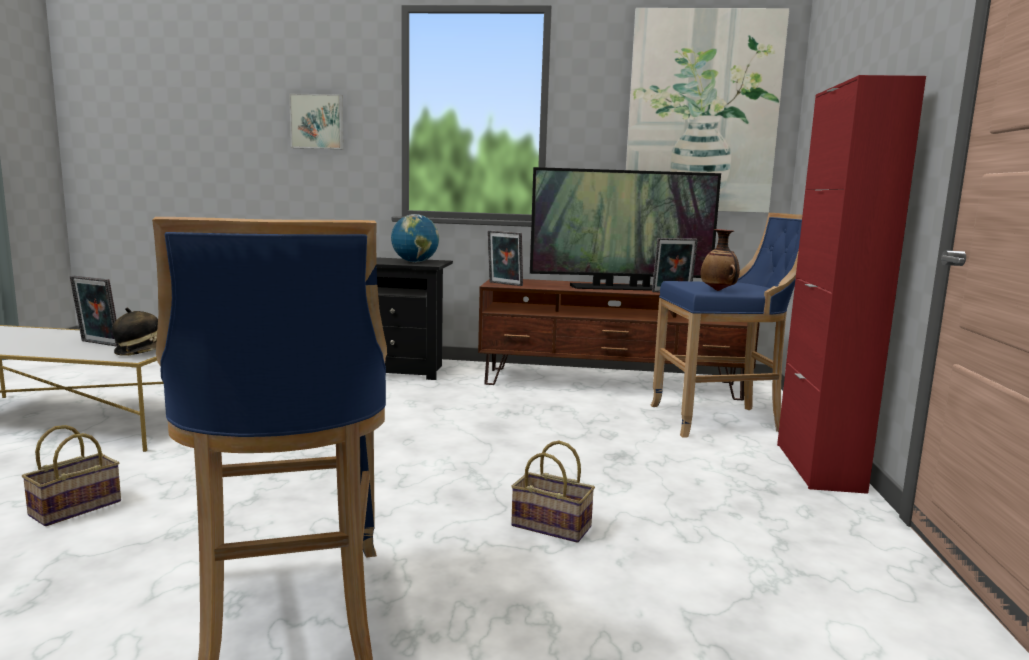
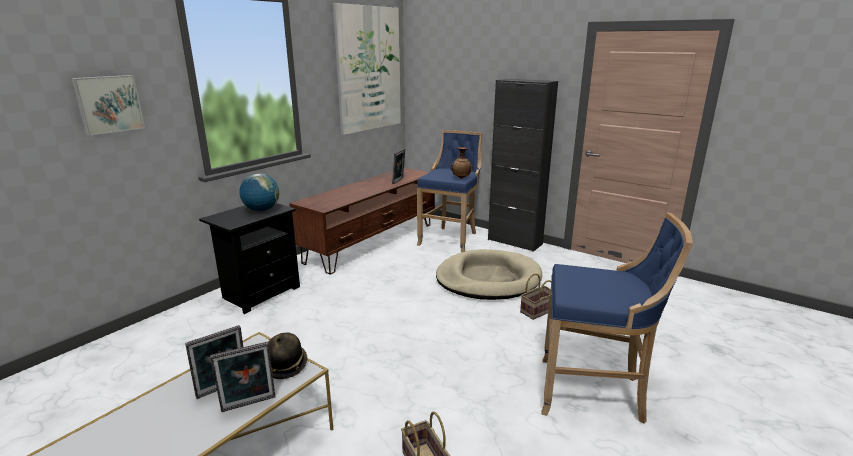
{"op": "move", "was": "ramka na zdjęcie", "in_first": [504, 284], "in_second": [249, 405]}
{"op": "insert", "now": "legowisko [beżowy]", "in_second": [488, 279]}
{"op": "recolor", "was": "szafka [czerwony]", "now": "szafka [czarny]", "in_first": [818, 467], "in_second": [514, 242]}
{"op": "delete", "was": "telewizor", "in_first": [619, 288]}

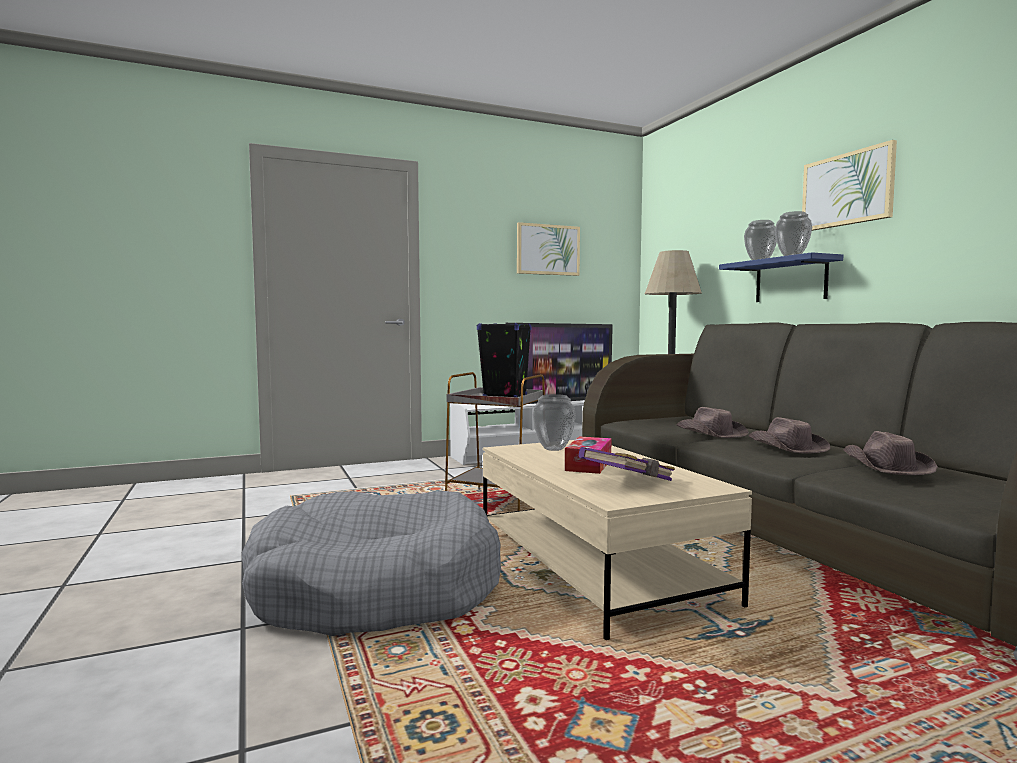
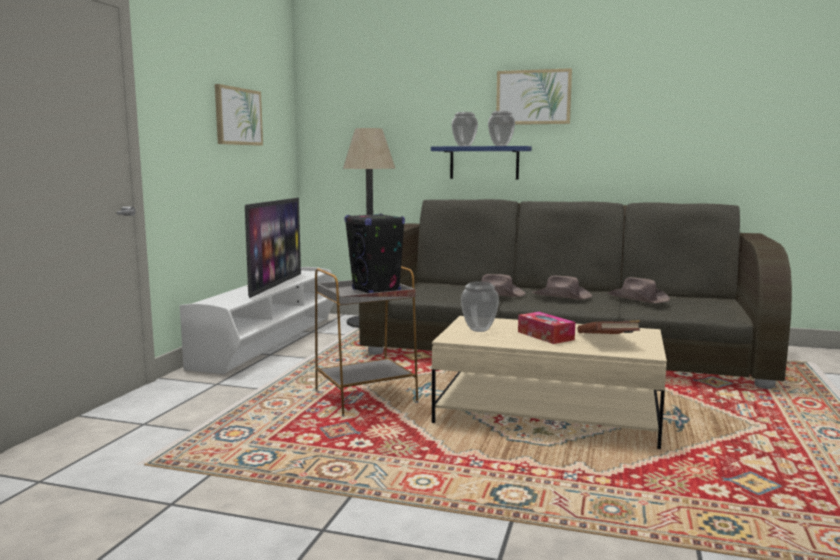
{"op": "recolor", "was": "książka [fioletowy]", "now": "książka [brązowy]", "in_first": [628, 482], "in_second": [608, 341]}
{"op": "delete", "was": "legowisko [szary]", "in_first": [375, 590]}

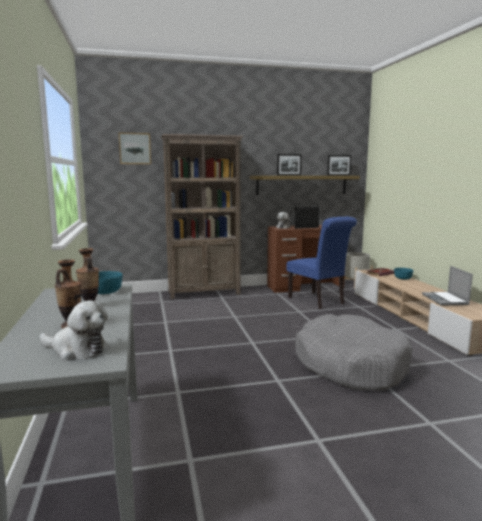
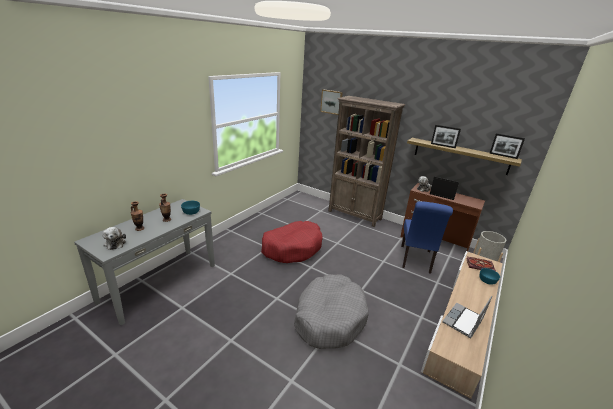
{"op": "insert", "now": "legowisko [czerwony]", "in_second": [292, 248]}

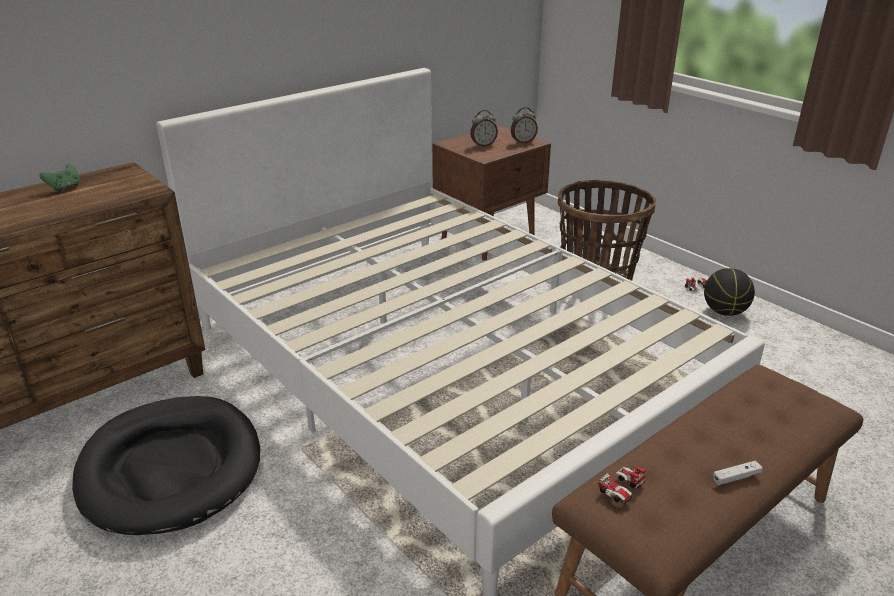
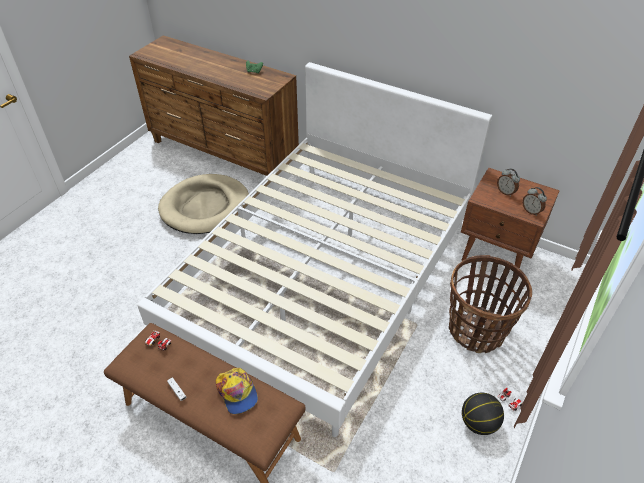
{"op": "recolor", "was": "legowisko [czarny]", "now": "legowisko [beżowy]", "in_first": [171, 468], "in_second": [205, 207]}
{"op": "insert", "now": "czapka z daszkiem", "in_second": [237, 393]}

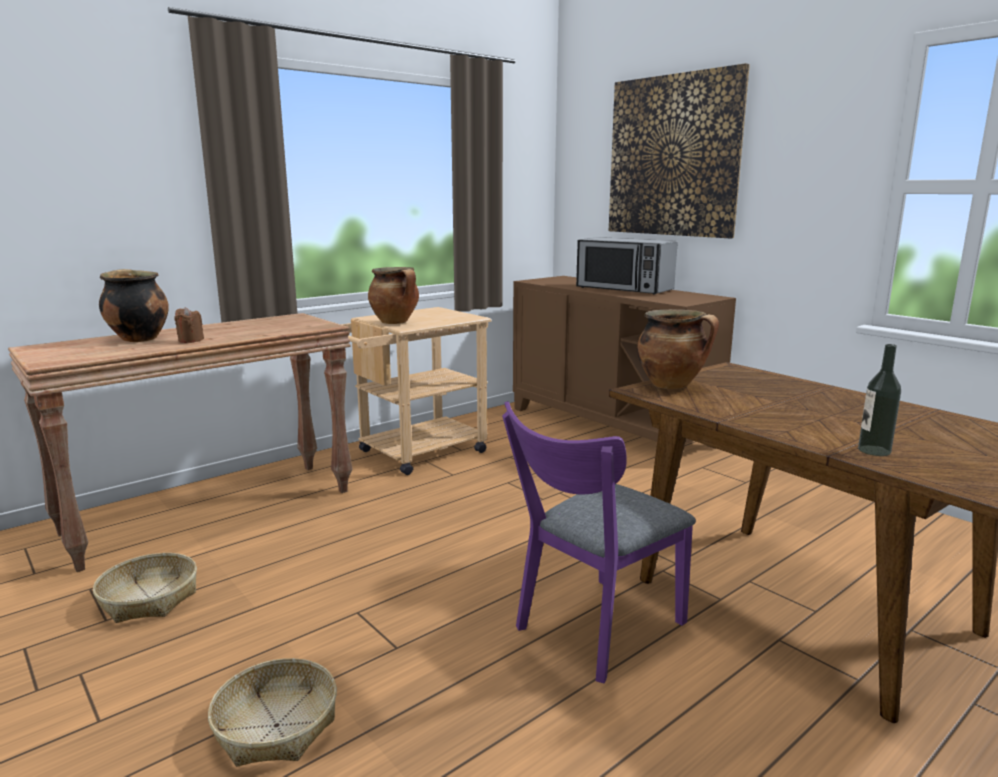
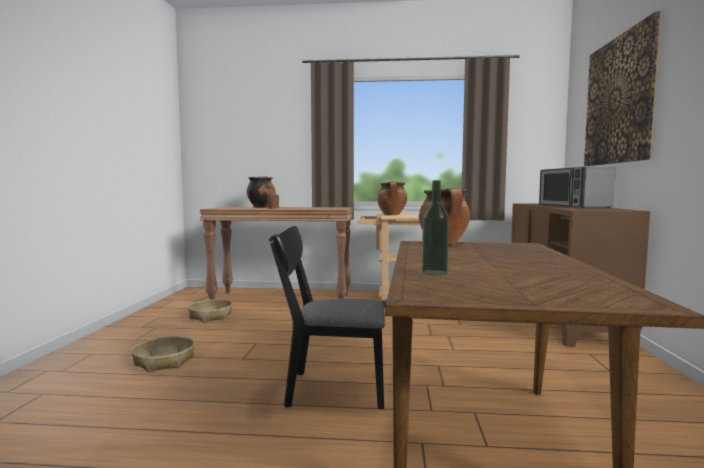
{"op": "recolor", "was": "krzesło [fioletowy]", "now": "krzesło [czarny]", "in_first": [593, 630], "in_second": [328, 389]}

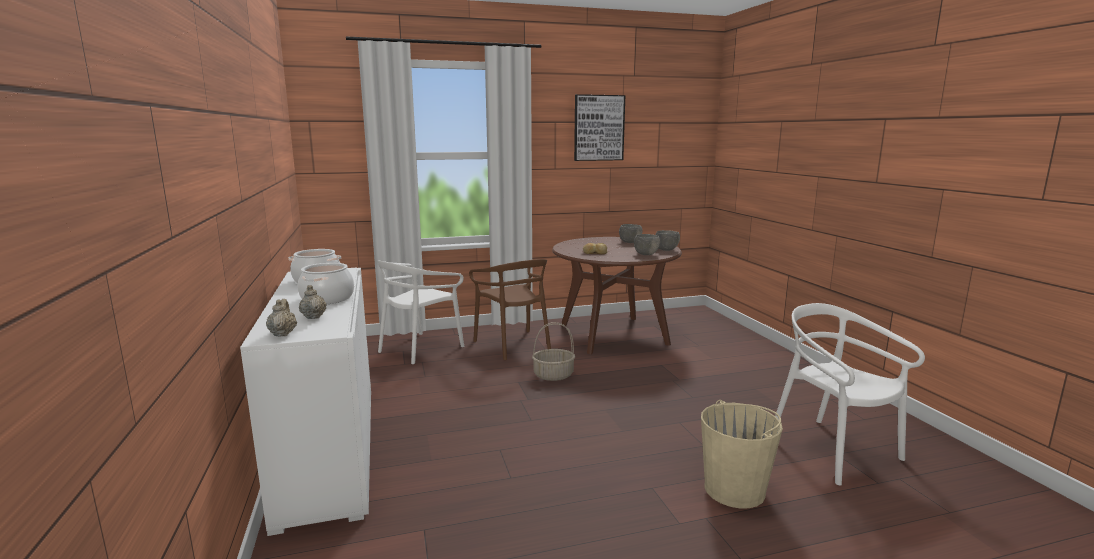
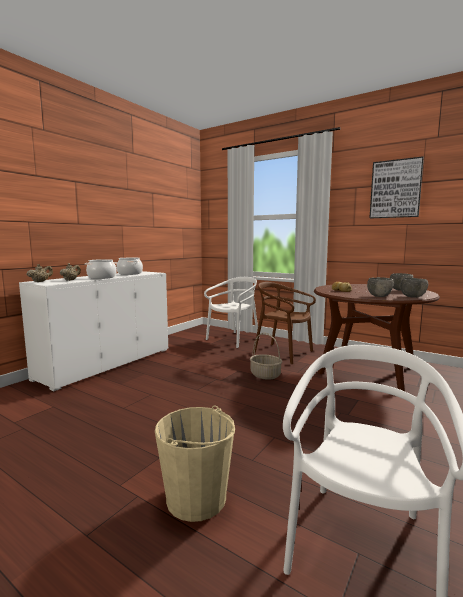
{"op": "rotate", "was": "krzesło [biały]", "in_first": [420, 348], "in_second": [233, 339], "clockwise": 135}
{"op": "rotate", "was": "krzesło [brązowy]", "in_first": [513, 345], "in_second": [283, 353], "clockwise": 105}

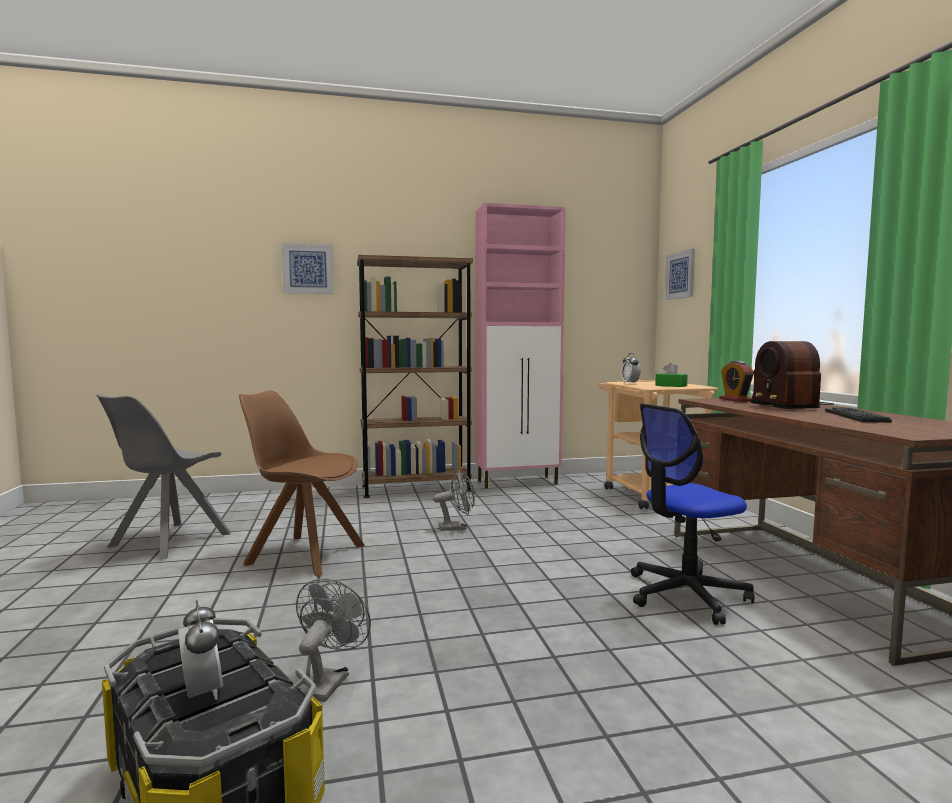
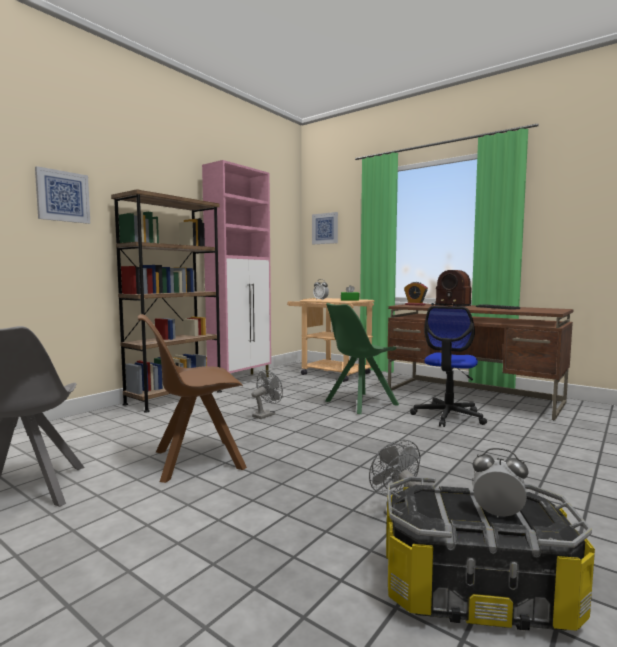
{"op": "insert", "now": "krzesło [zielony]", "in_second": [359, 403]}

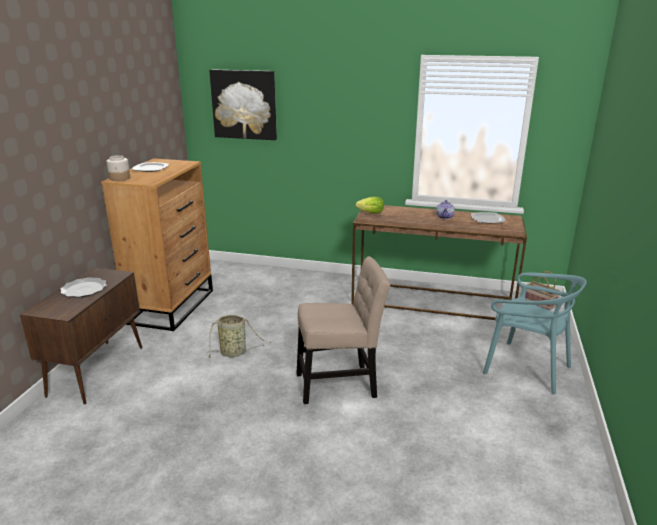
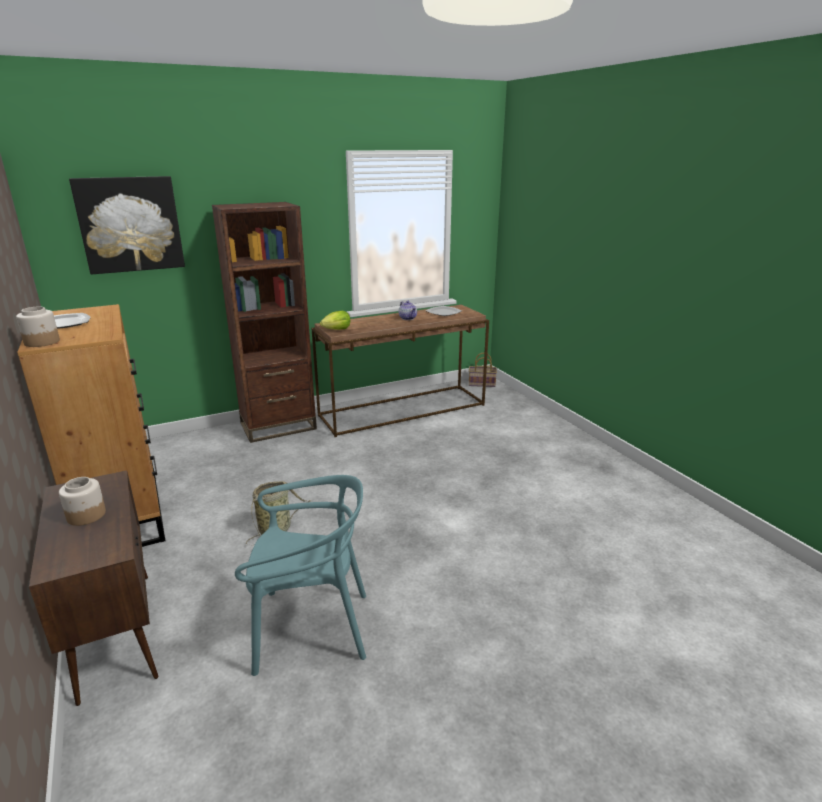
{"op": "replace", "was": "talerz", "now": "słoik", "in_first": [84, 289], "in_second": [86, 515]}
{"op": "insert", "now": "regał [brązowy]", "in_second": [278, 426]}
{"op": "move", "was": "krzesło [turkusowy]", "in_first": [526, 368], "in_second": [311, 628]}
{"op": "delete", "was": "krzesło [beżowy]", "in_first": [340, 384]}

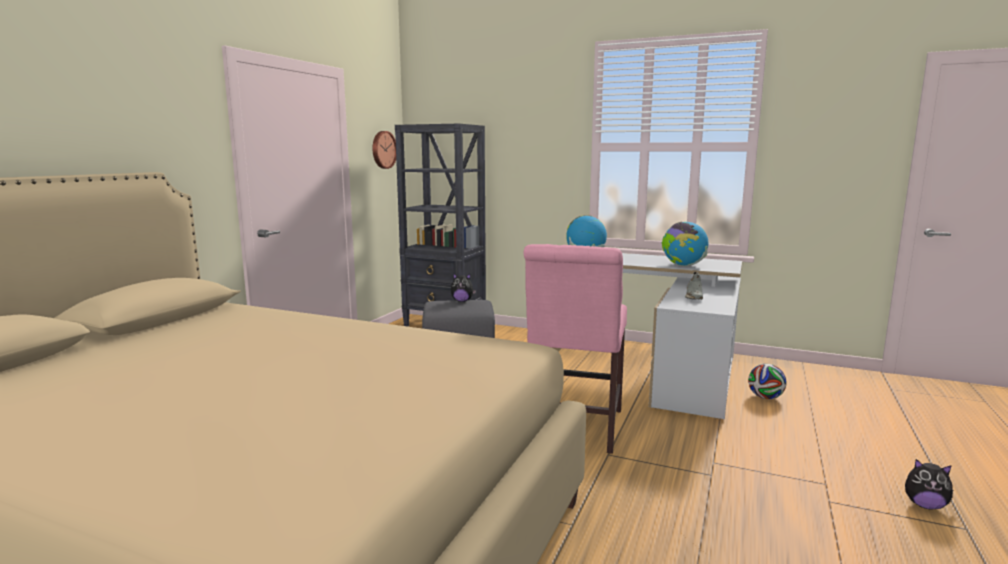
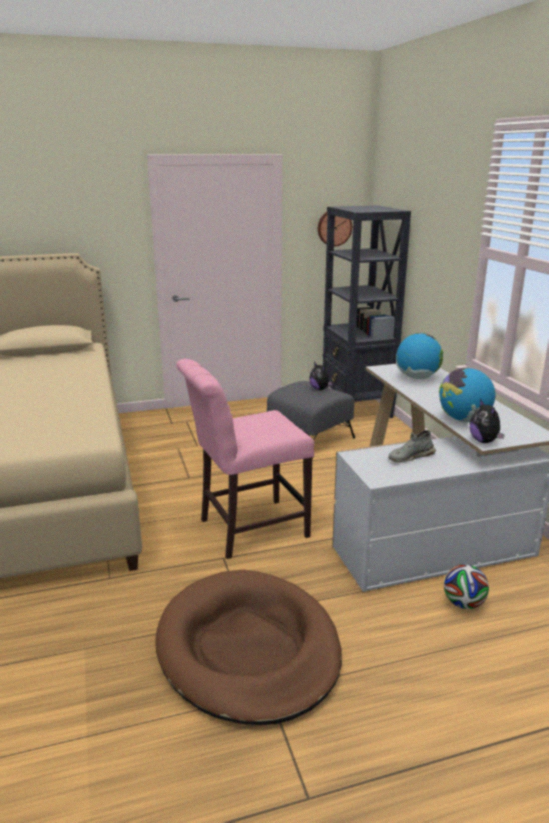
{"op": "insert", "now": "legowisko [brązowy]", "in_second": [248, 649]}
{"op": "move", "was": "pluszak", "in_first": [925, 505], "in_second": [484, 441]}

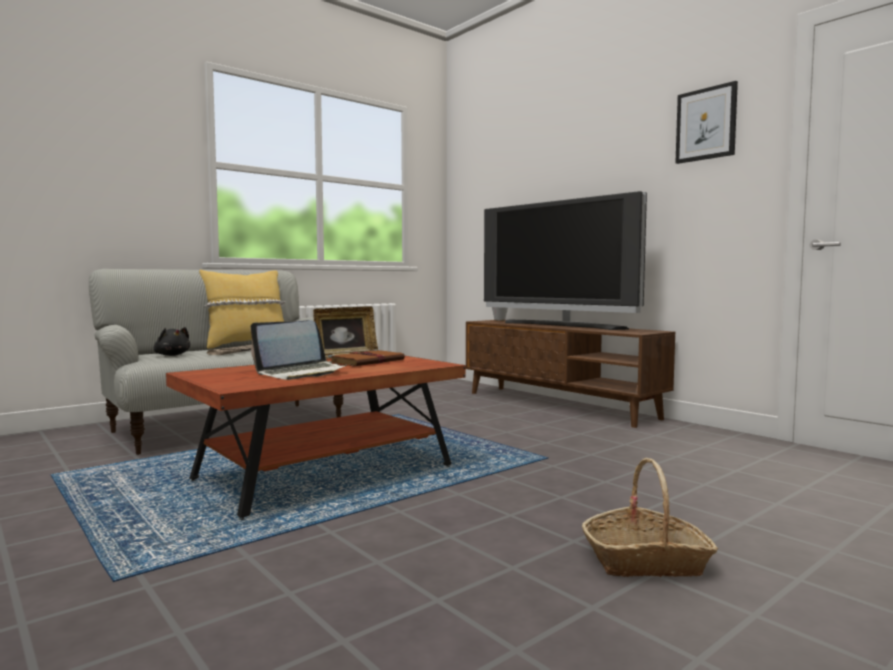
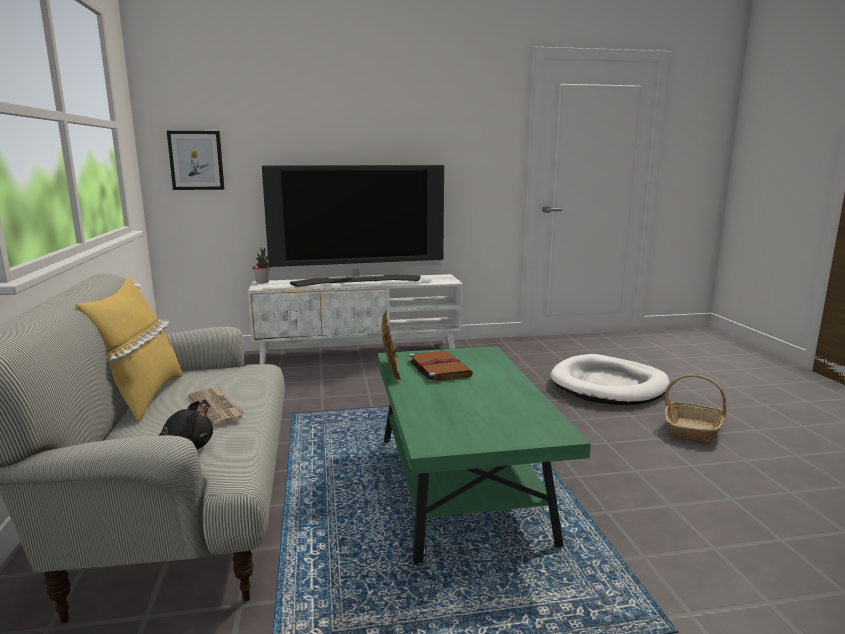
{"op": "move", "was": "obraz", "in_first": [706, 124], "in_second": [196, 160]}
{"op": "recolor", "was": "szafka pod telewizor [brązowy]", "now": "szafka pod telewizor [biały]", "in_first": [558, 405], "in_second": [359, 353]}
{"op": "recolor", "was": "ława [brązowy]", "now": "ława [zielony]", "in_first": [325, 474], "in_second": [460, 488]}
{"op": "insert", "now": "legowisko [biały]", "in_second": [609, 385]}
{"op": "delete", "was": "laptop", "in_first": [301, 373]}

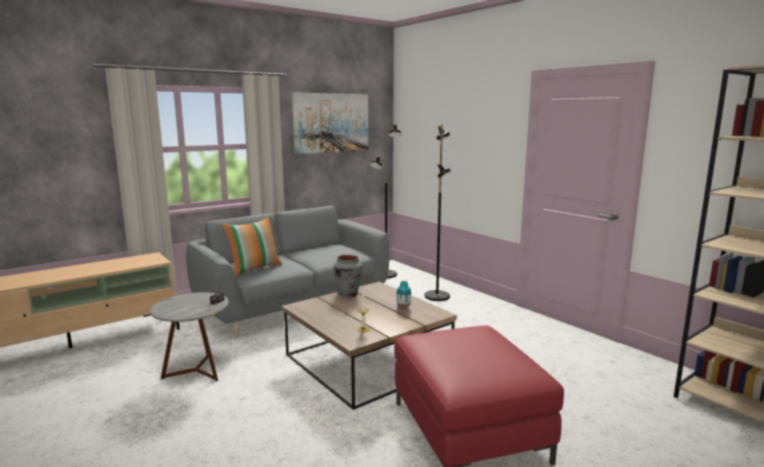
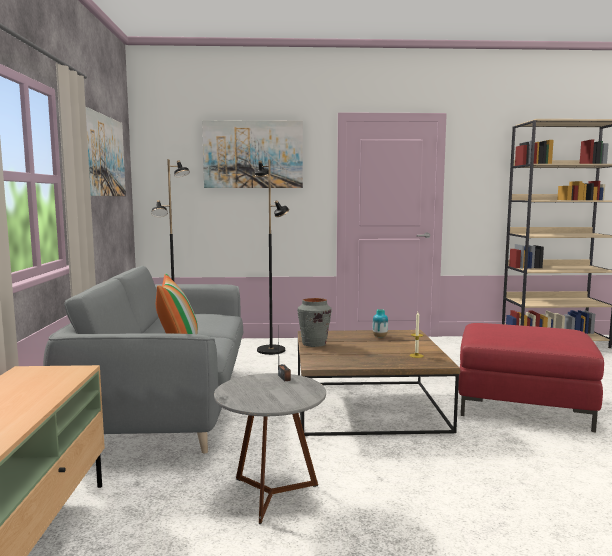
{"op": "insert", "now": "obraz", "in_second": [253, 154]}

